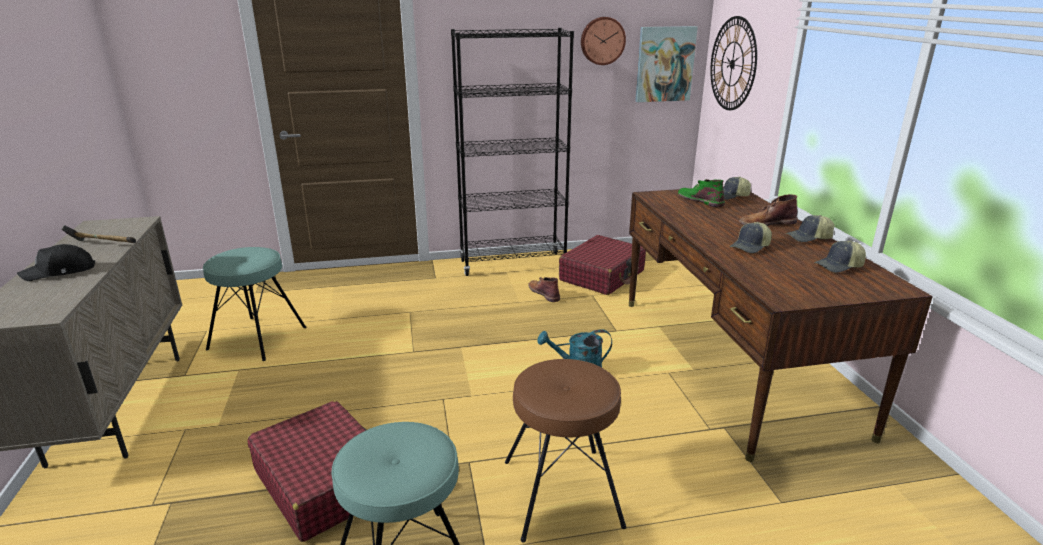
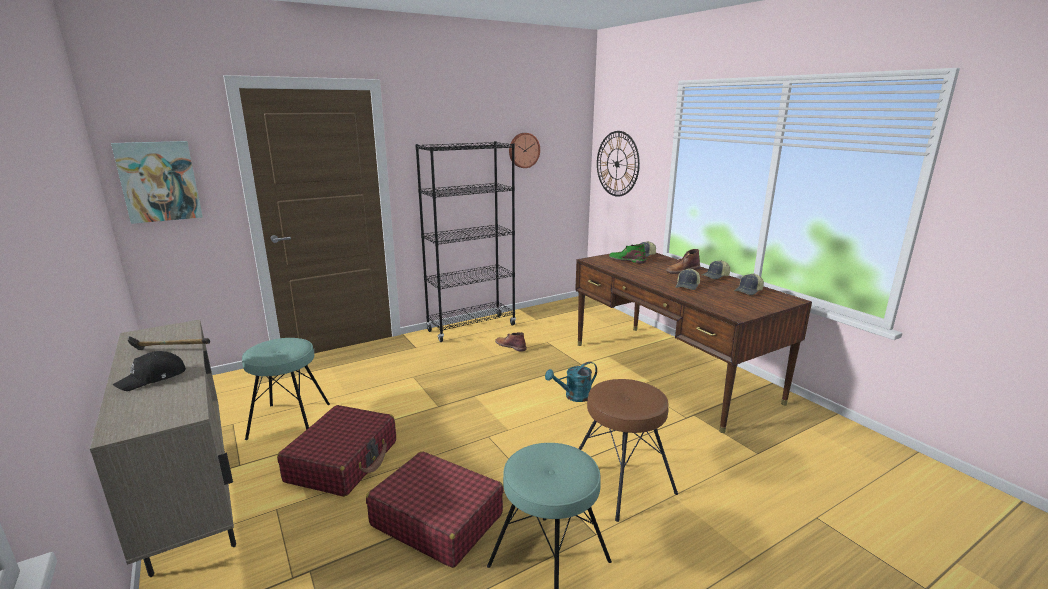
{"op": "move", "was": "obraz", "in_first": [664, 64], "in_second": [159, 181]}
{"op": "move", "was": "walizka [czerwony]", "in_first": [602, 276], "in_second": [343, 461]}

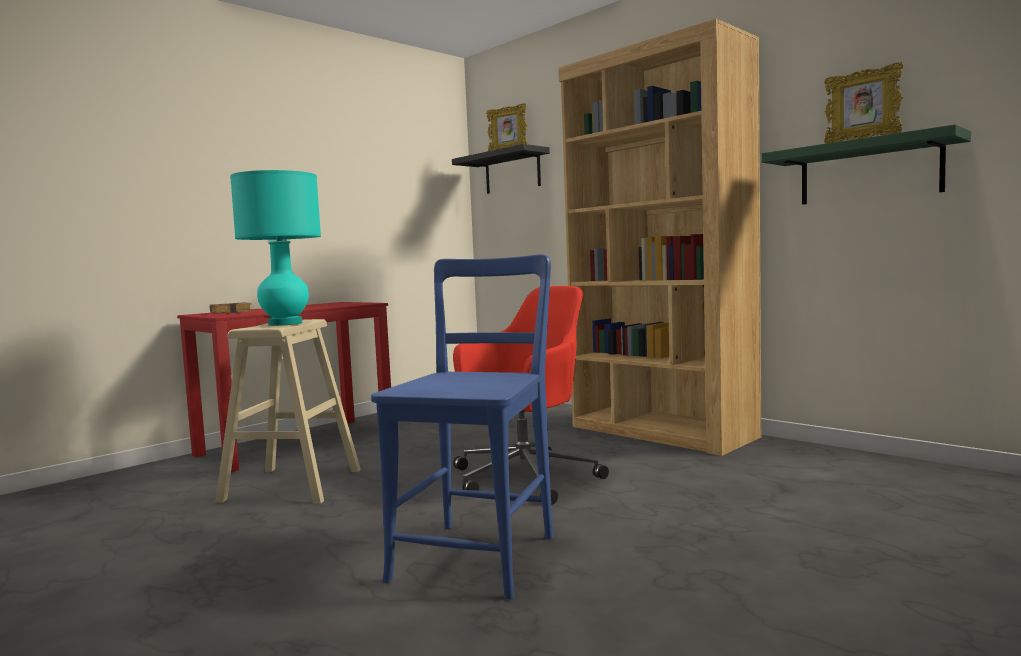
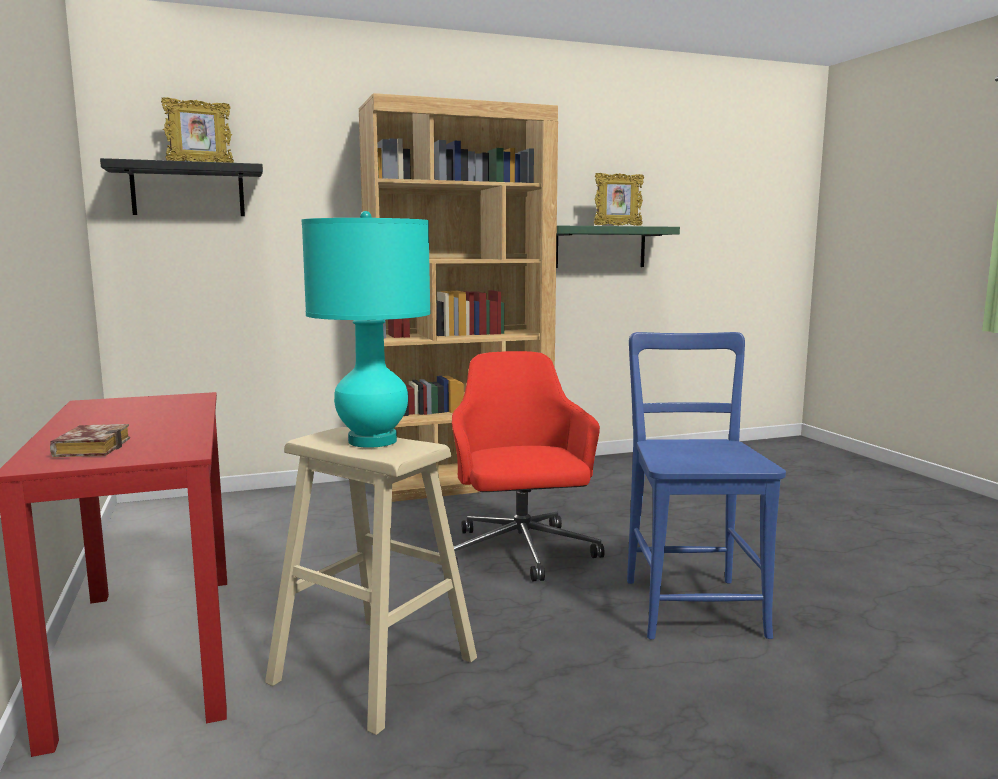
{"op": "rotate", "was": "krzesło [niebieski]", "in_first": [479, 554], "in_second": [691, 603], "clockwise": 45}

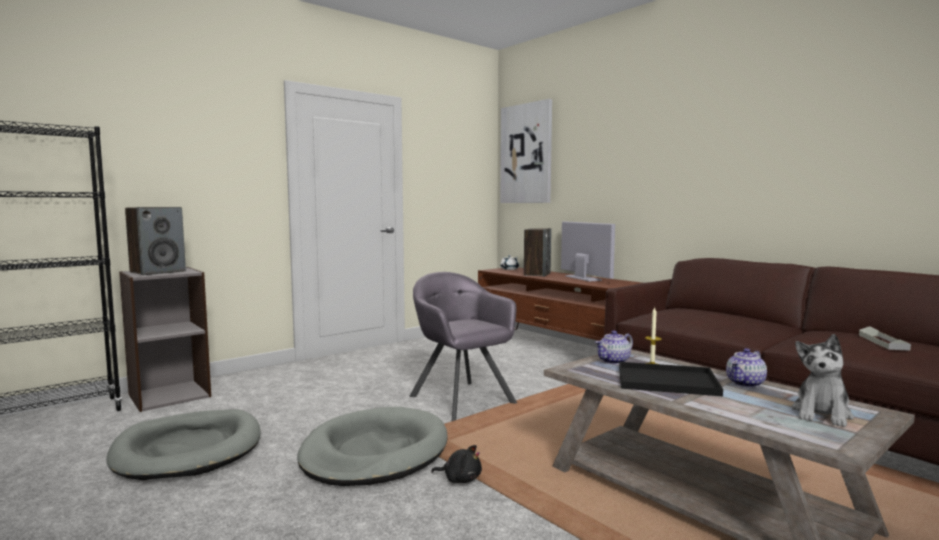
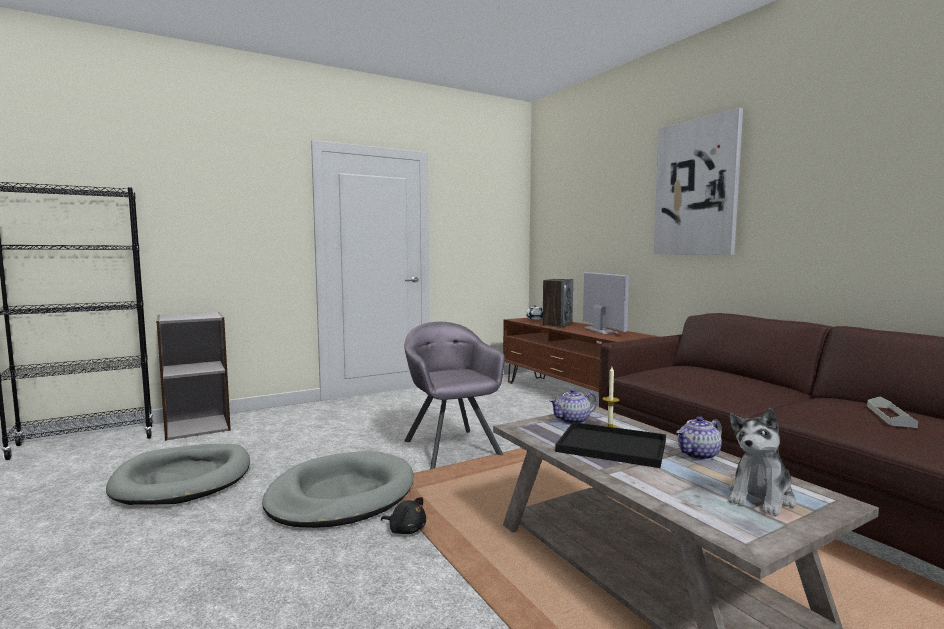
{"op": "move", "was": "obraz", "in_first": [526, 154], "in_second": [696, 188]}
{"op": "delete", "was": "głośnik", "in_first": [158, 272]}

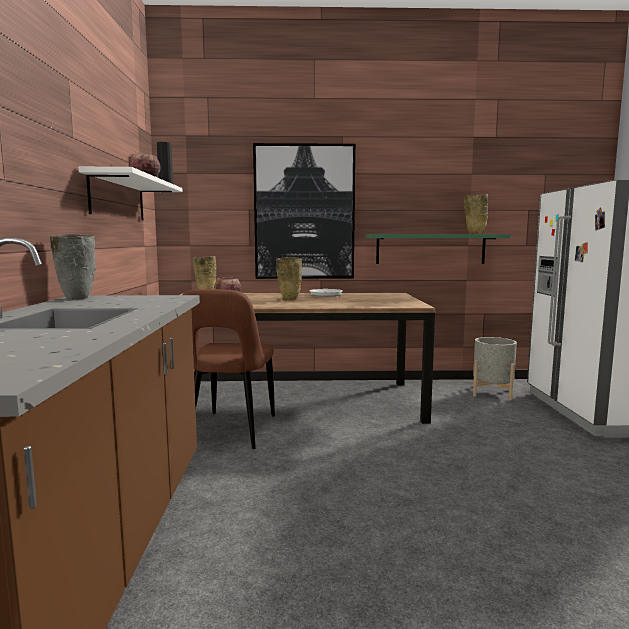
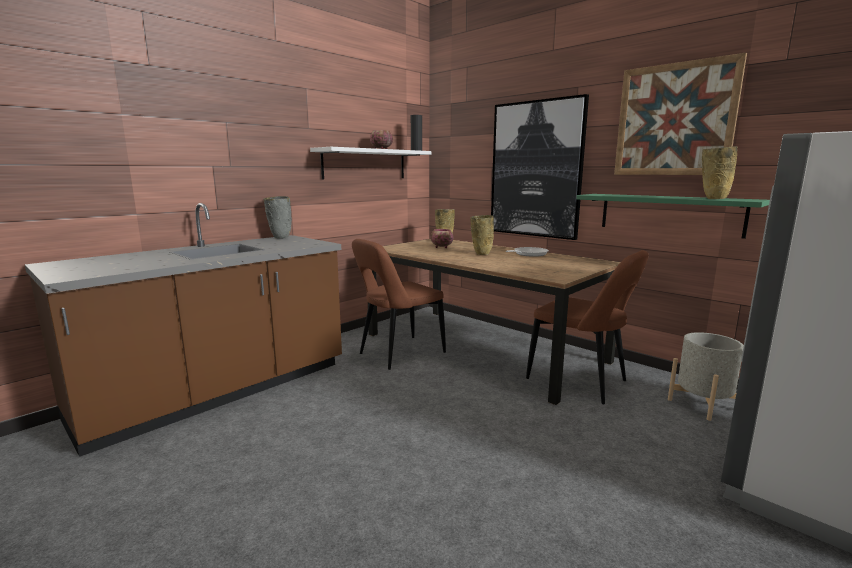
{"op": "insert", "now": "krzesło [brązowy]", "in_second": [580, 382]}
{"op": "insert", "now": "obraz", "in_second": [674, 120]}

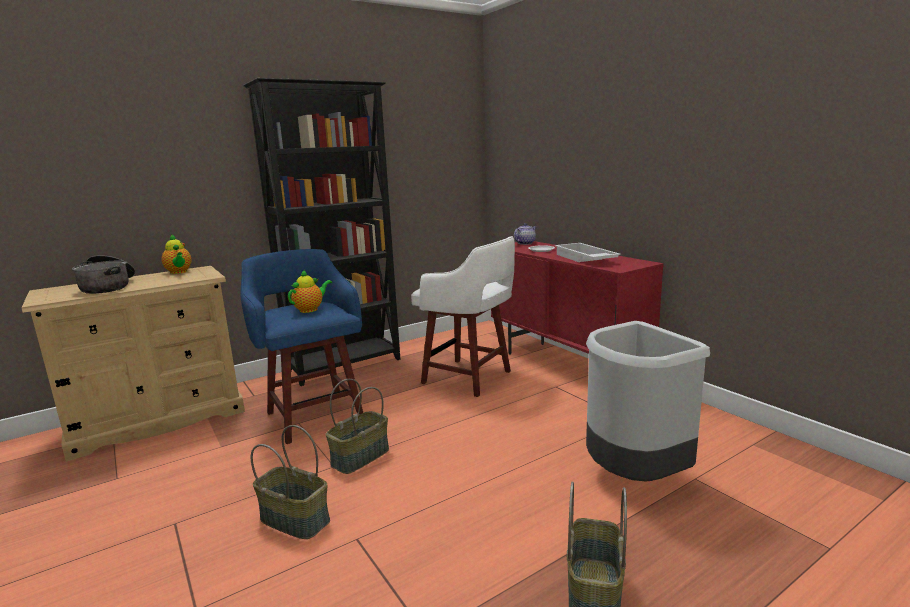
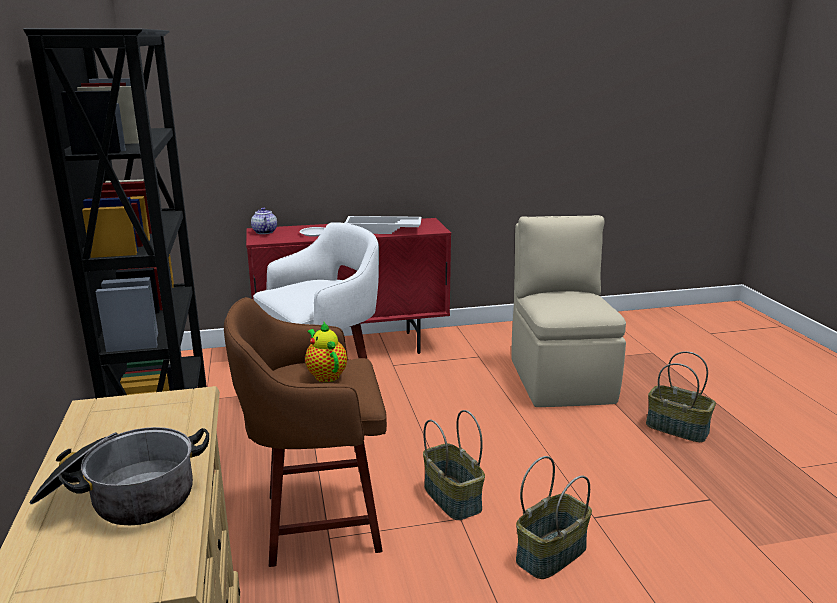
{"op": "recolor", "was": "stołek [niebieski]", "now": "stołek [brązowy]", "in_first": [314, 415], "in_second": [316, 523]}
{"op": "replace", "was": "kosz na śmieci [szary]", "now": "krzesło [beżowy]", "in_first": [633, 477], "in_second": [560, 379]}
{"op": "delete", "was": "imbryk", "in_first": [179, 272]}

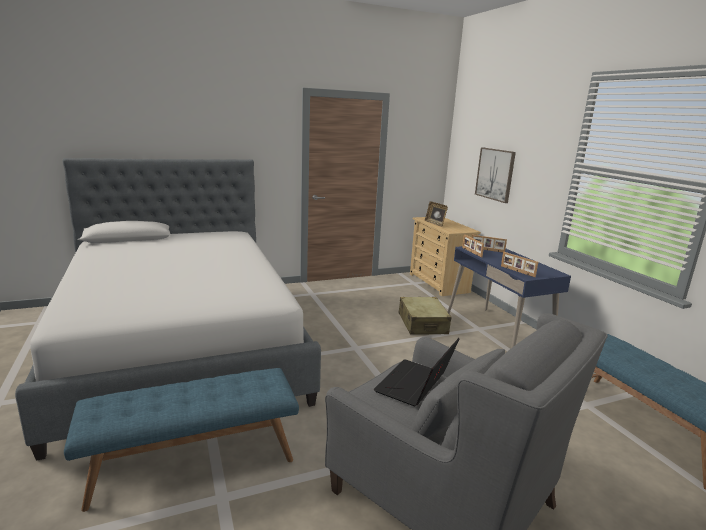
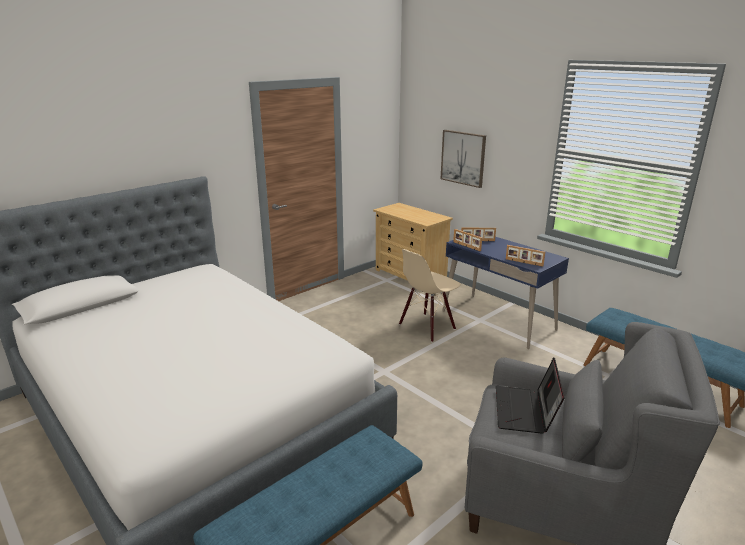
{"op": "replace", "was": "walizka [beżowy]", "now": "krzesło [beżowy]", "in_first": [422, 324], "in_second": [427, 327]}
{"op": "delete", "was": "ramka na zdjęcie", "in_first": [435, 223]}

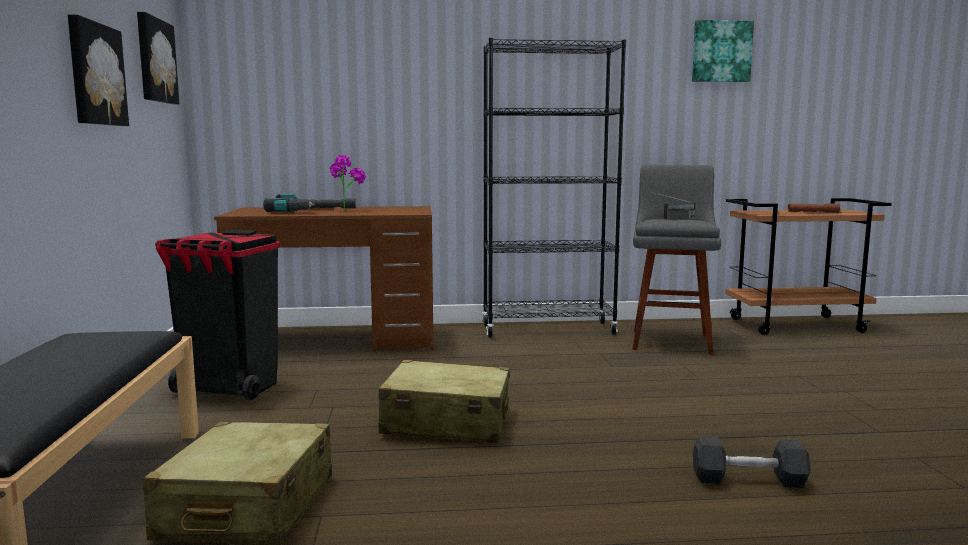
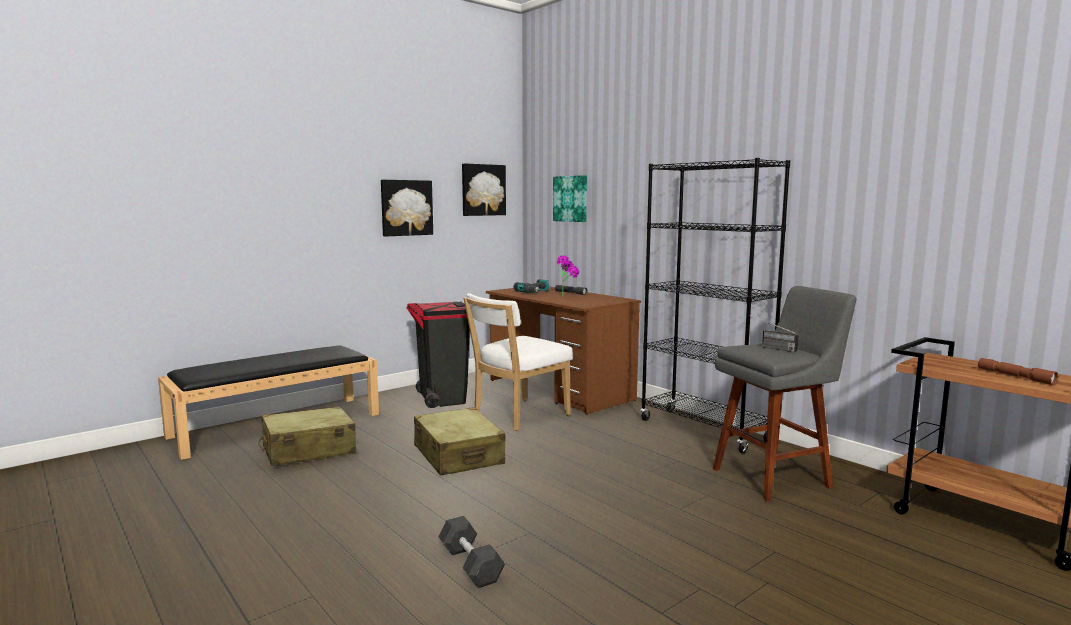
{"op": "insert", "now": "krzesło [biały]", "in_second": [517, 416]}
{"op": "move", "was": "obraz", "in_first": [721, 51], "in_second": [571, 198]}

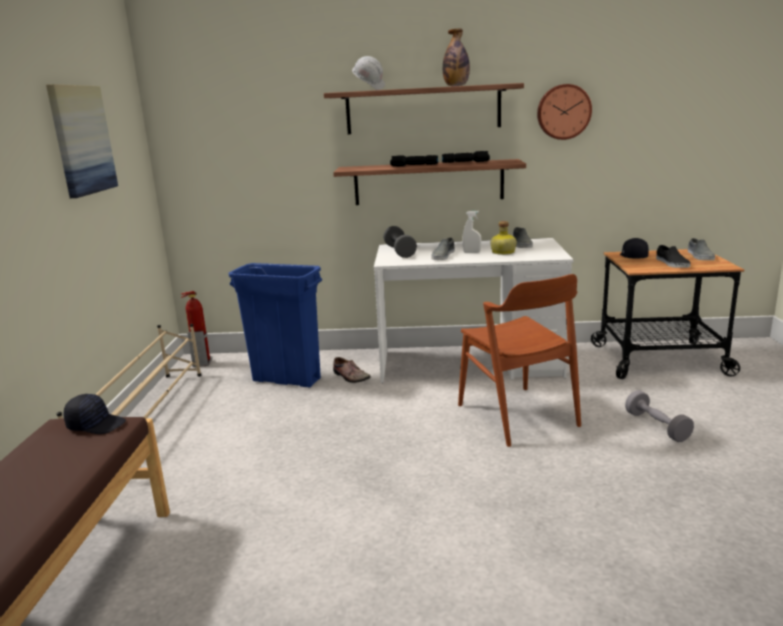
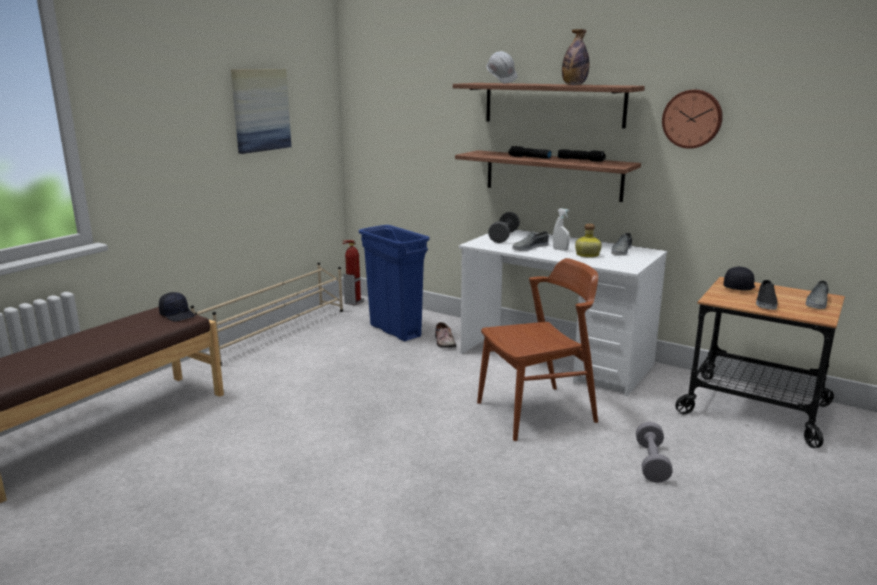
{"op": "rotate", "was": "krzesło [brązowy]", "in_first": [517, 415], "in_second": [536, 412], "clockwise": -120}

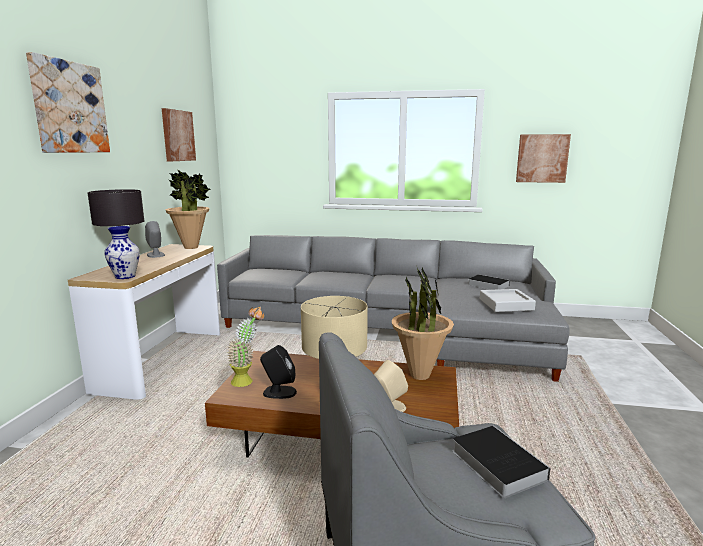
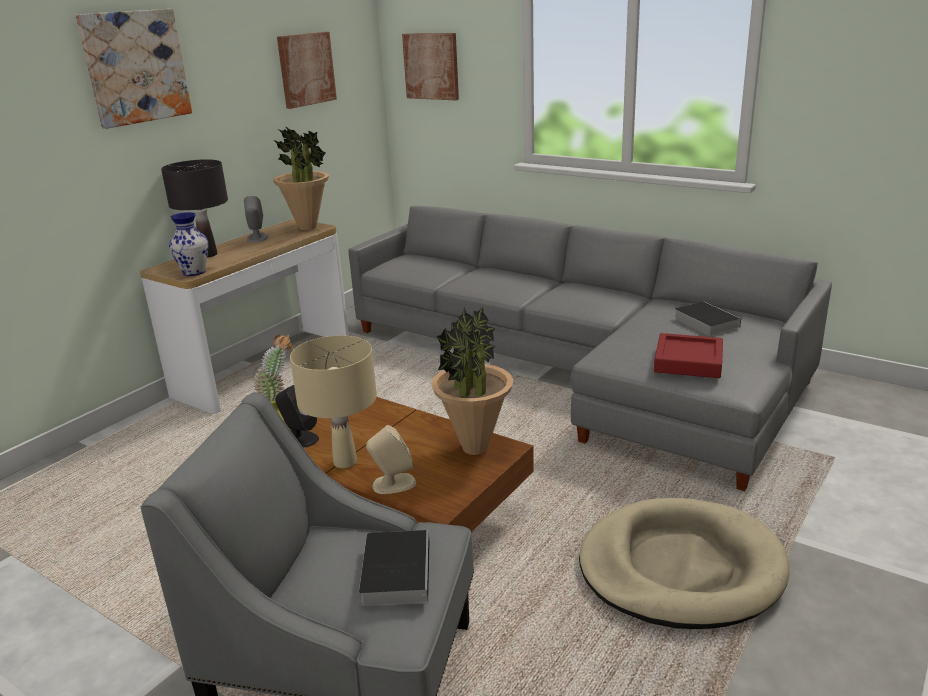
{"op": "move", "was": "obraz", "in_first": [542, 158], "in_second": [432, 66]}
{"op": "insert", "now": "legowisko [beżowy]", "in_second": [680, 568]}
{"op": "recolor", "was": "taca [szary]", "now": "taca [czerwony]", "in_first": [506, 304], "in_second": [688, 361]}

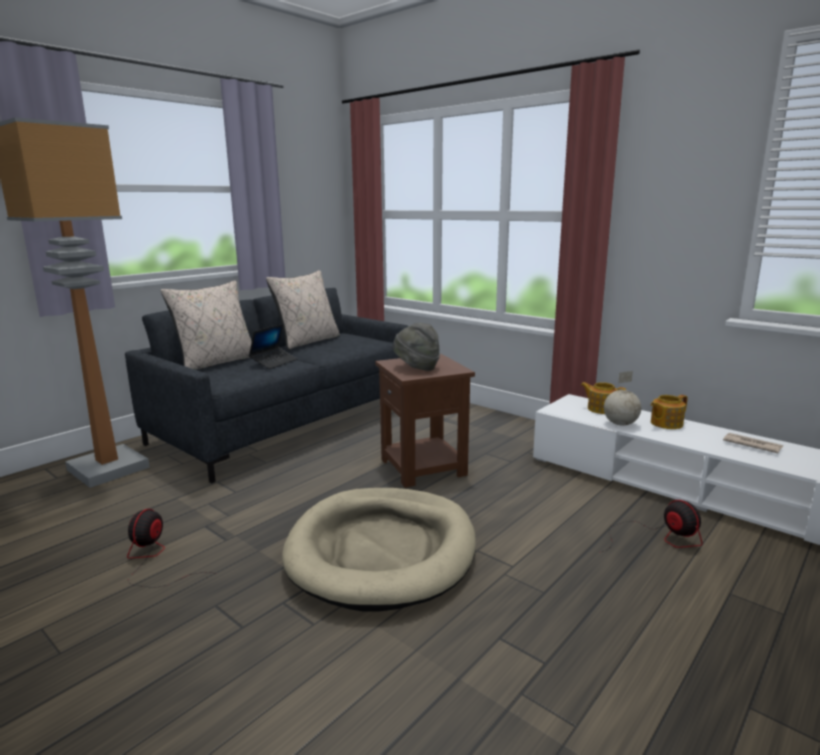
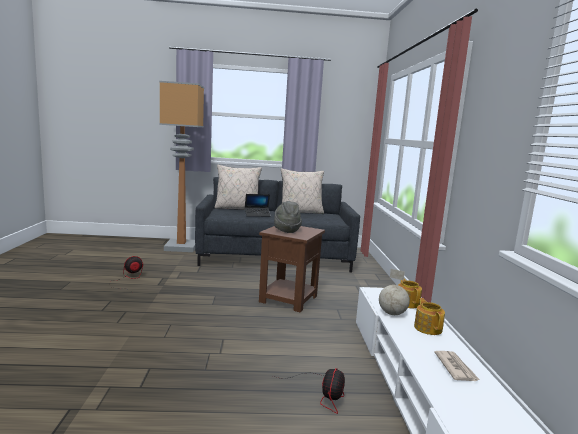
{"op": "rotate", "was": "imbryk", "in_first": [665, 423], "in_second": [428, 328], "clockwise": 60}
{"op": "delete", "was": "legowisko [beżowy]", "in_first": [382, 551]}

